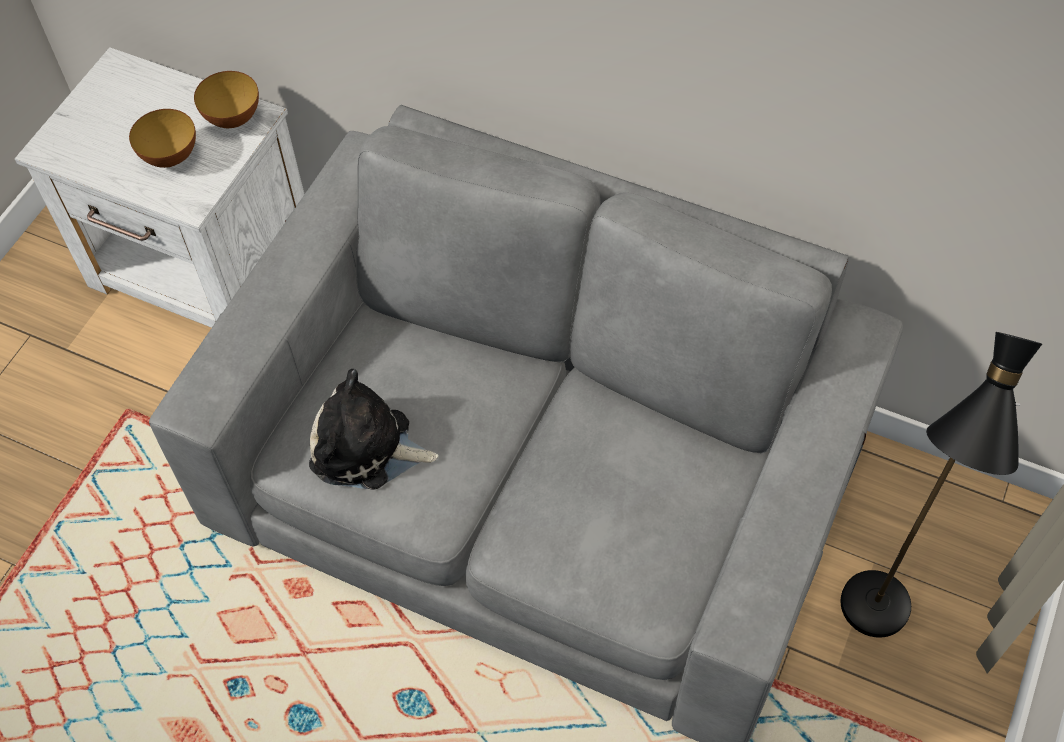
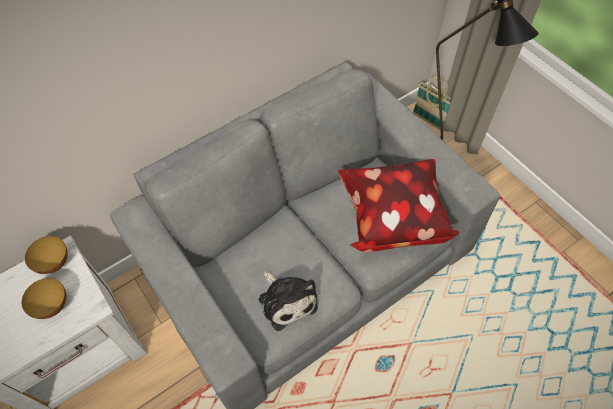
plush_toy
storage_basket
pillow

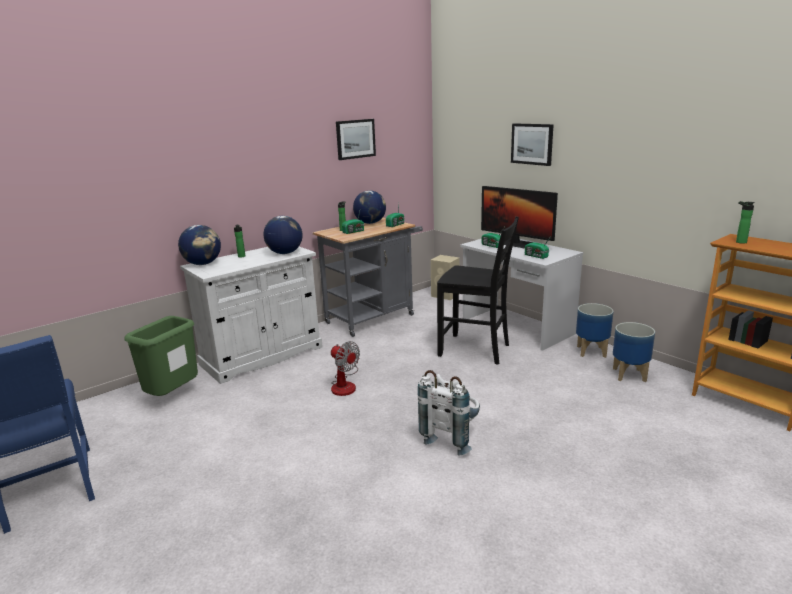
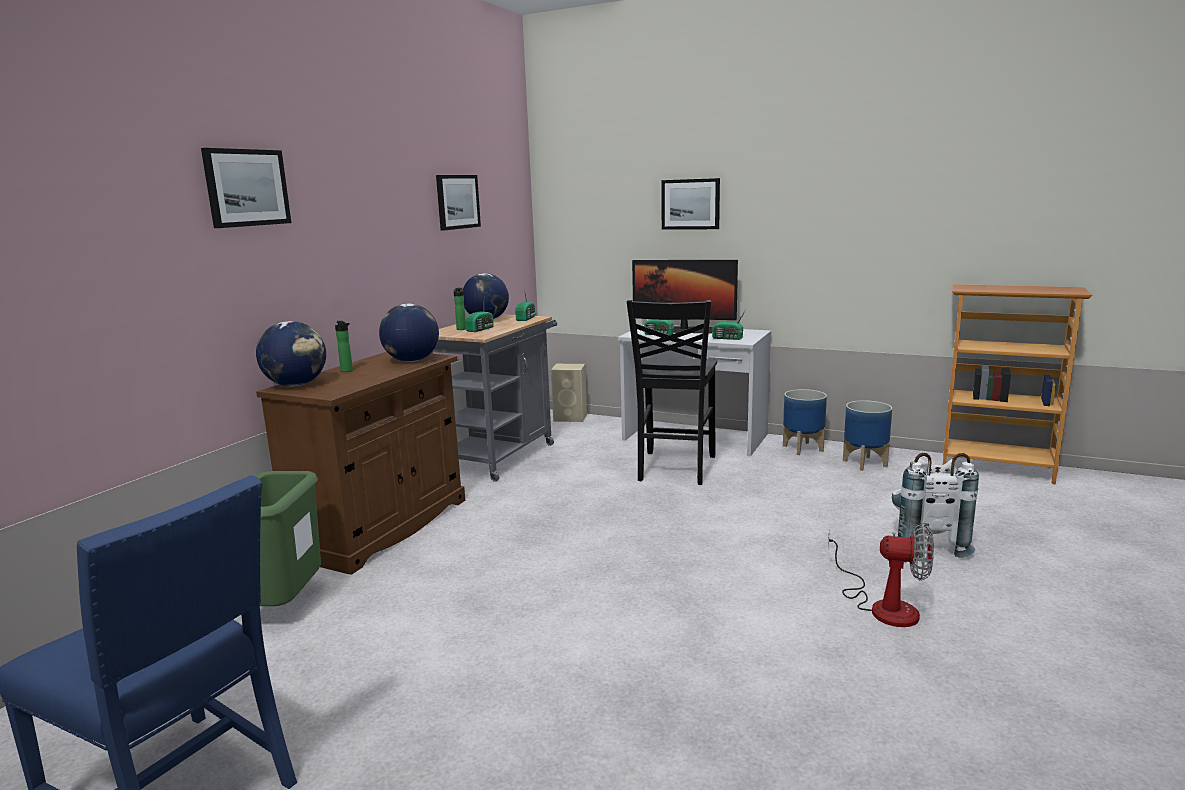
beverage_bottle (no. 3 from left in the first image)
blackish_plain_chair
brown-coloured_storage_cabinet
electric_fan
white-coloured_backpack
wall_art (no. 1 from left)

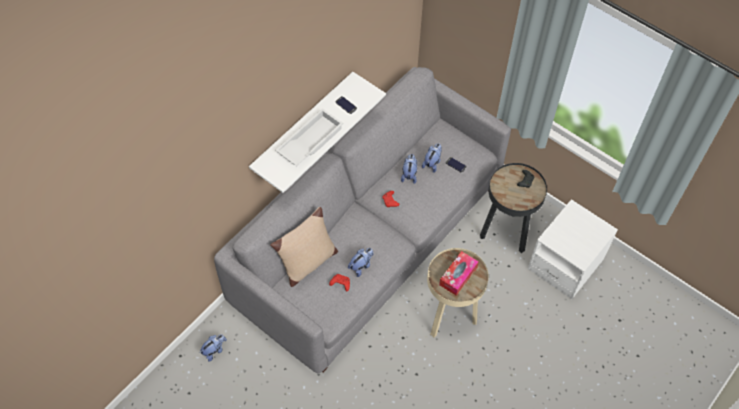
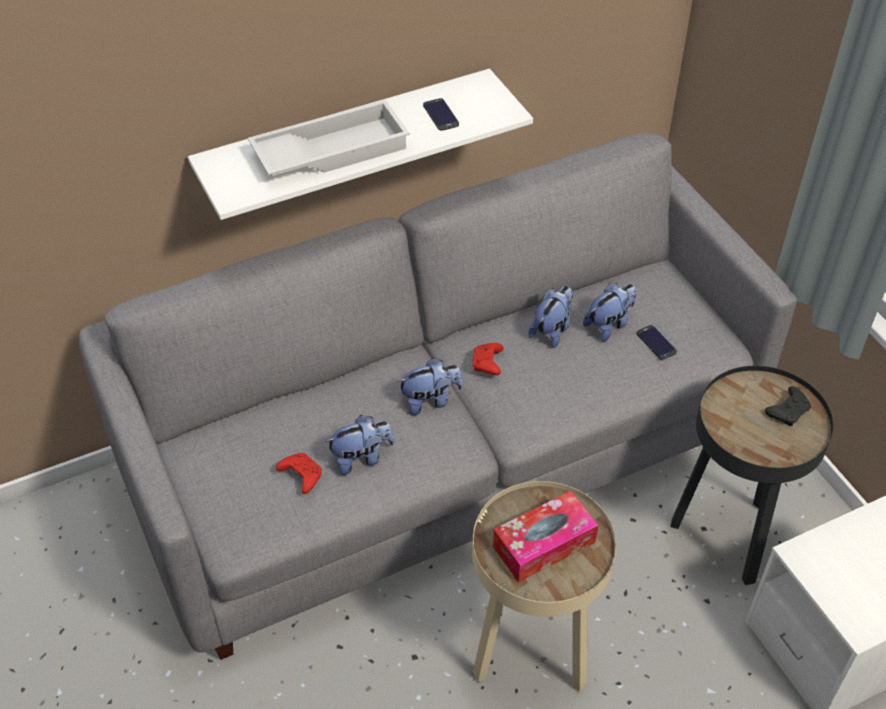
sand-coloured_pillow
plush_toy (no. 2 from left)

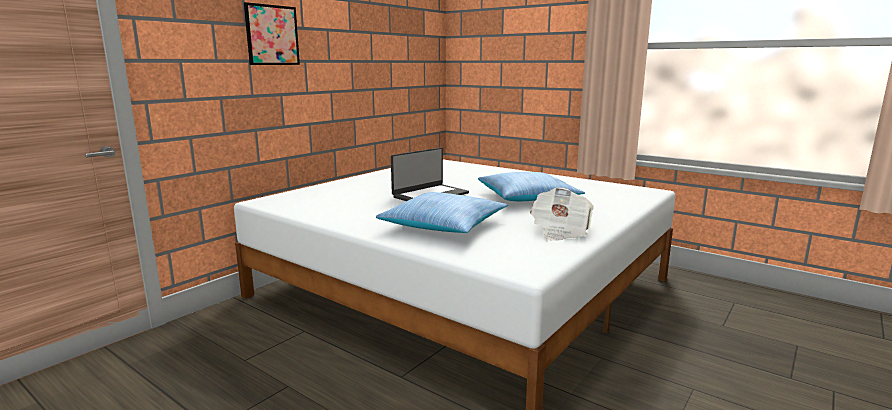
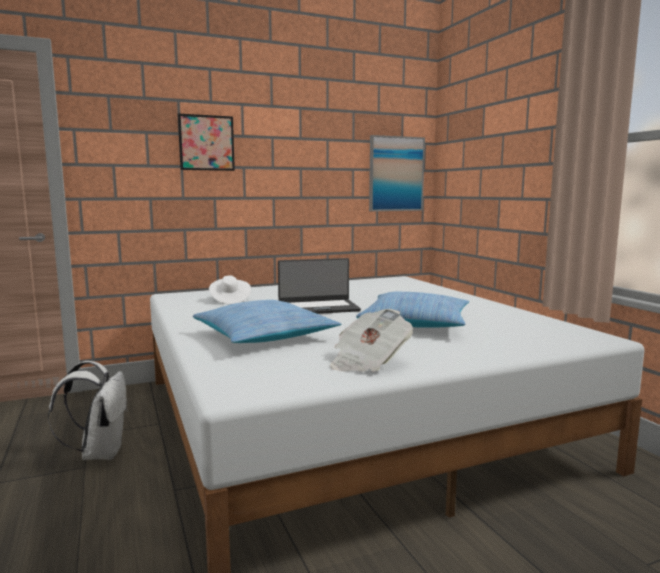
wall_art (no. 2 from left)
white-coloured_wearable_hat
white-coloured_backpack

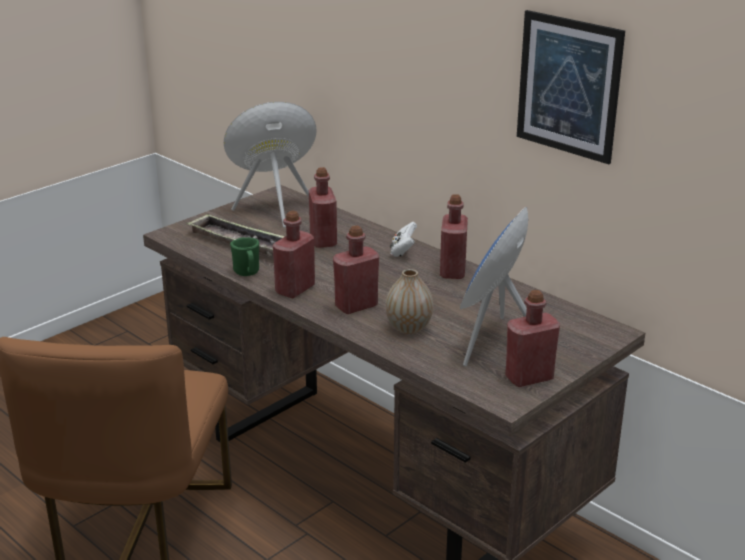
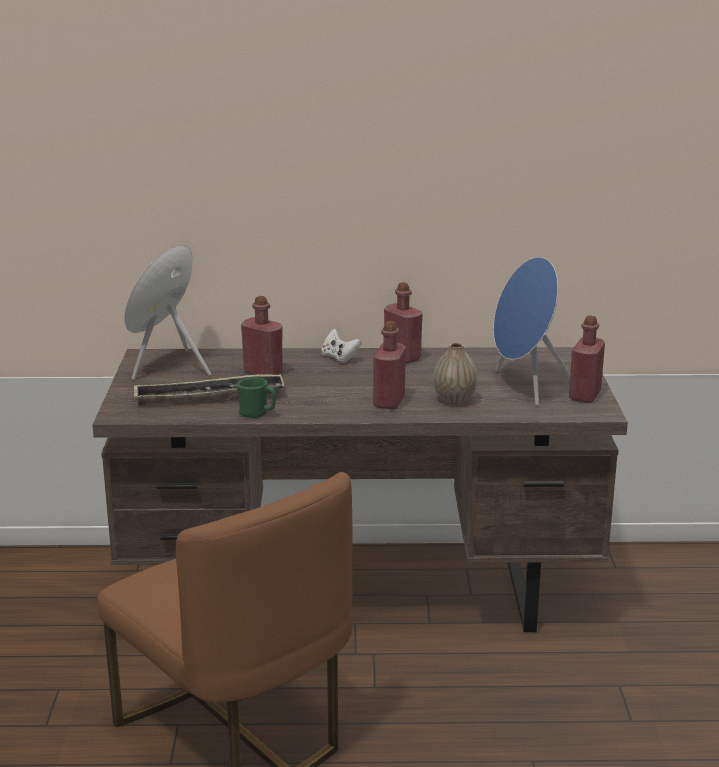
wall_art
red_beverage_bottle (no. 1 from left in the first image)

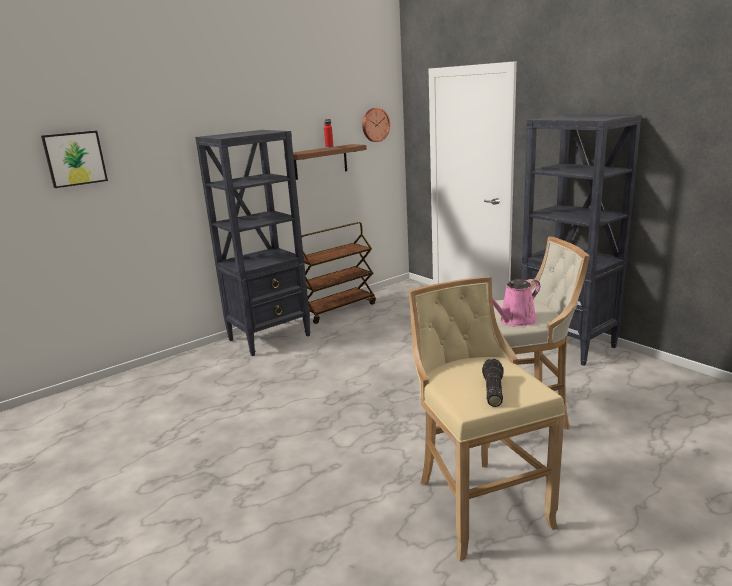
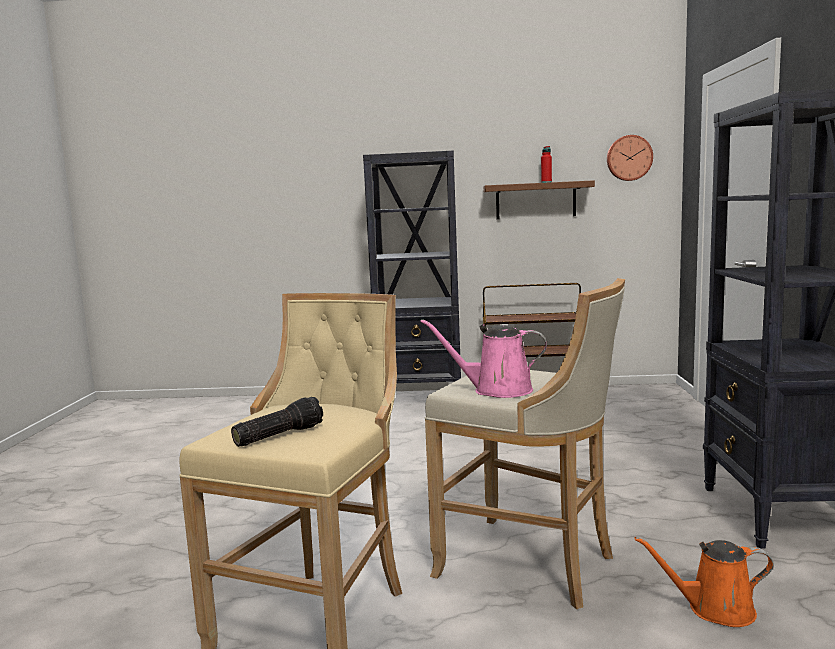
wall_art
orange_sprinkling_can

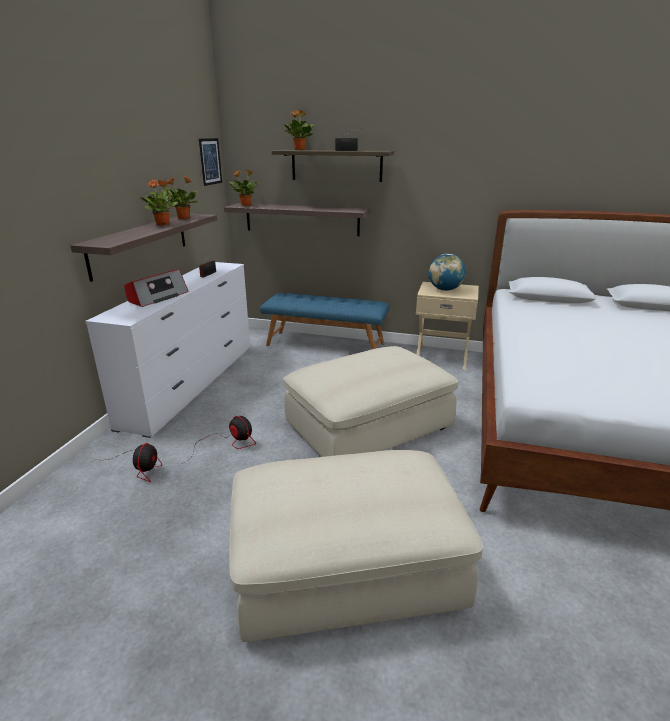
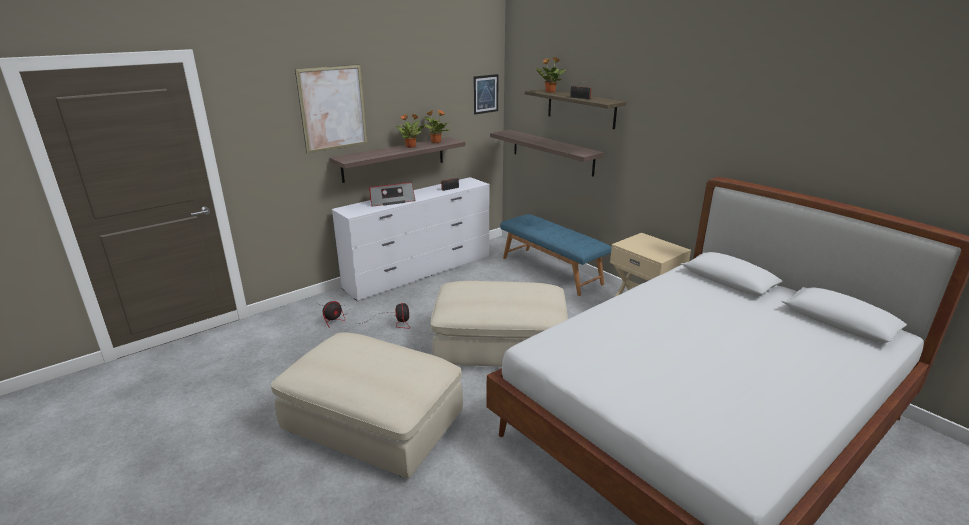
plant_in_a_pot (no. 3 from left in the first image)
world_globe
wall_art (no. 1 from left)

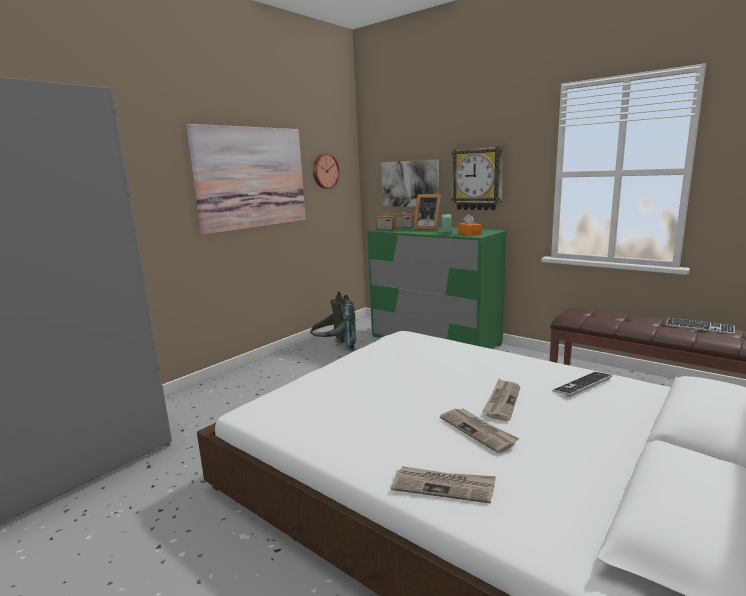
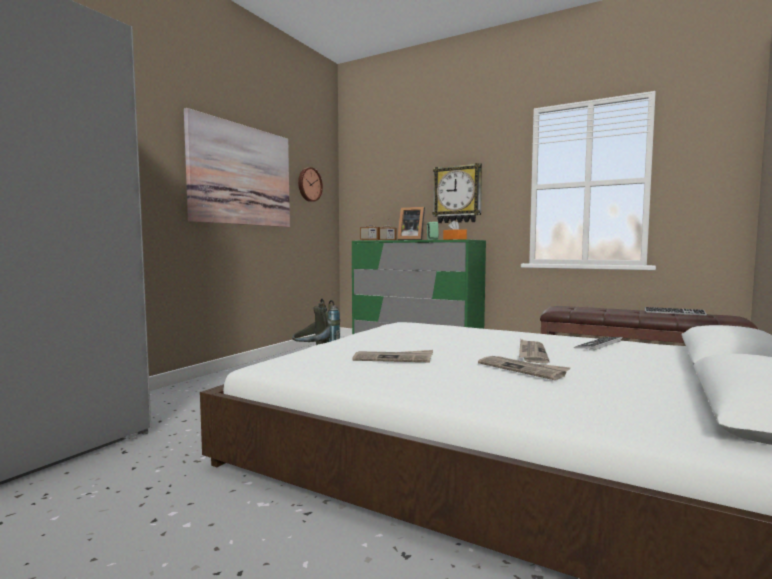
wall_art (no. 2 from left in the first image)
printed_paper (no. 1 from left)

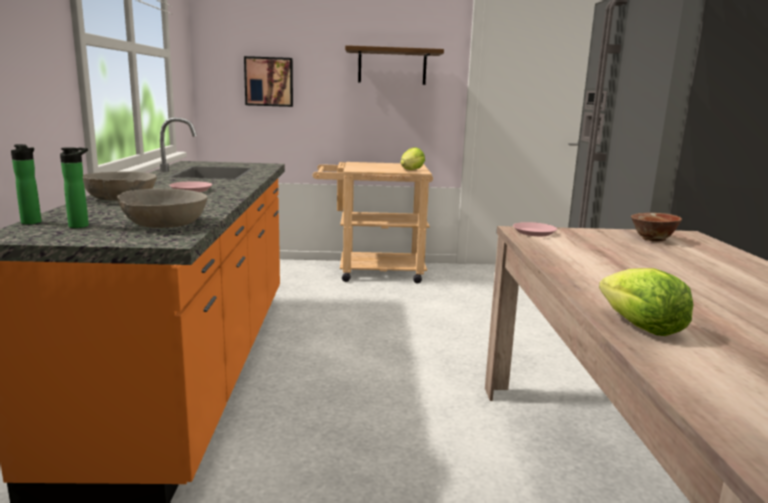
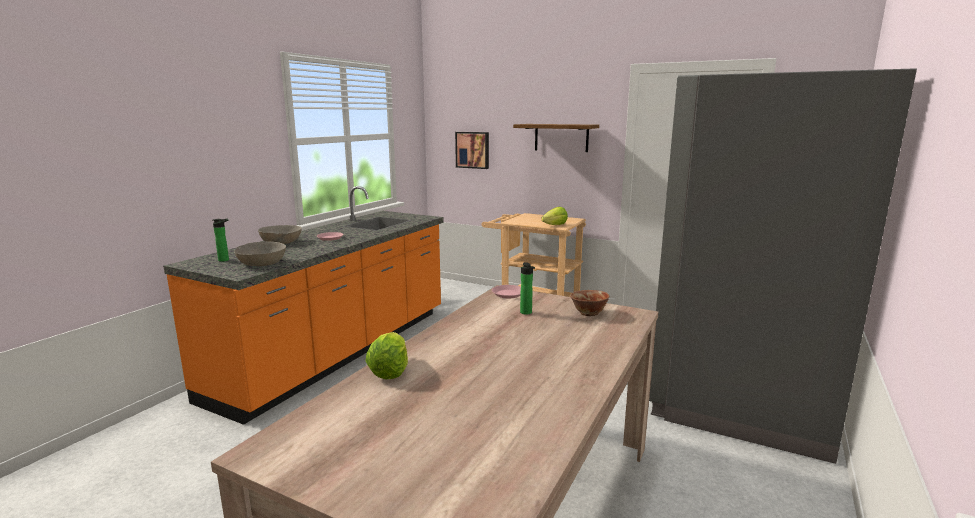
beverage_bottle (no. 2 from left)

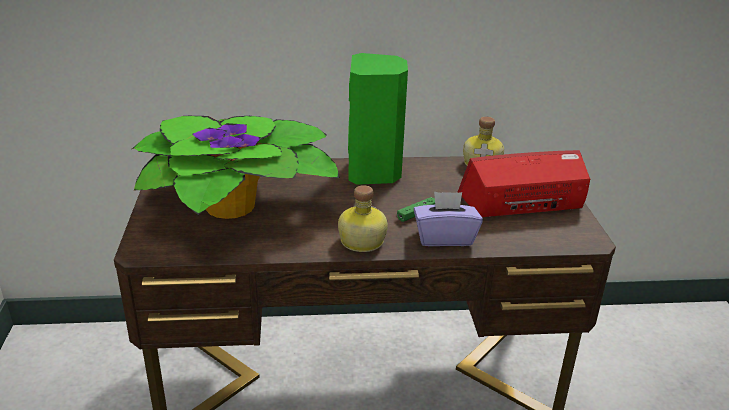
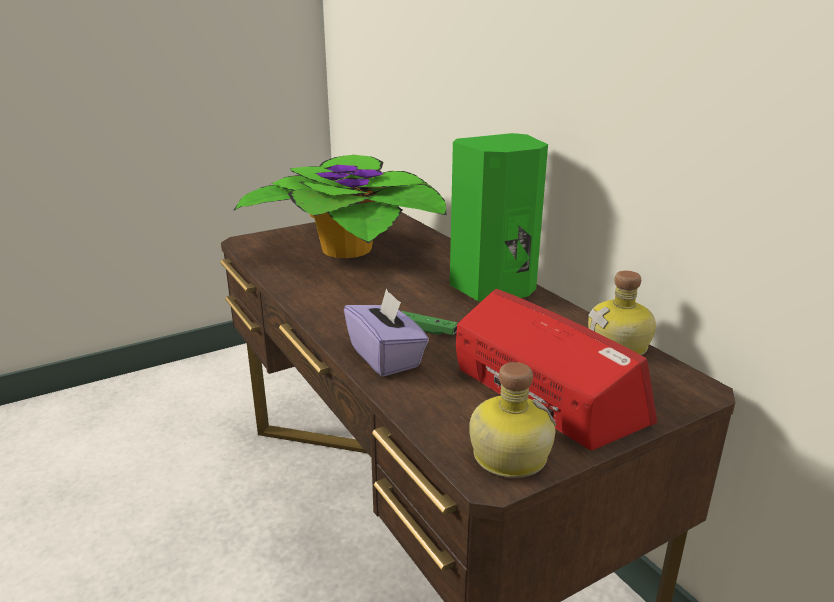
beverage_bottle (no. 1 from left)

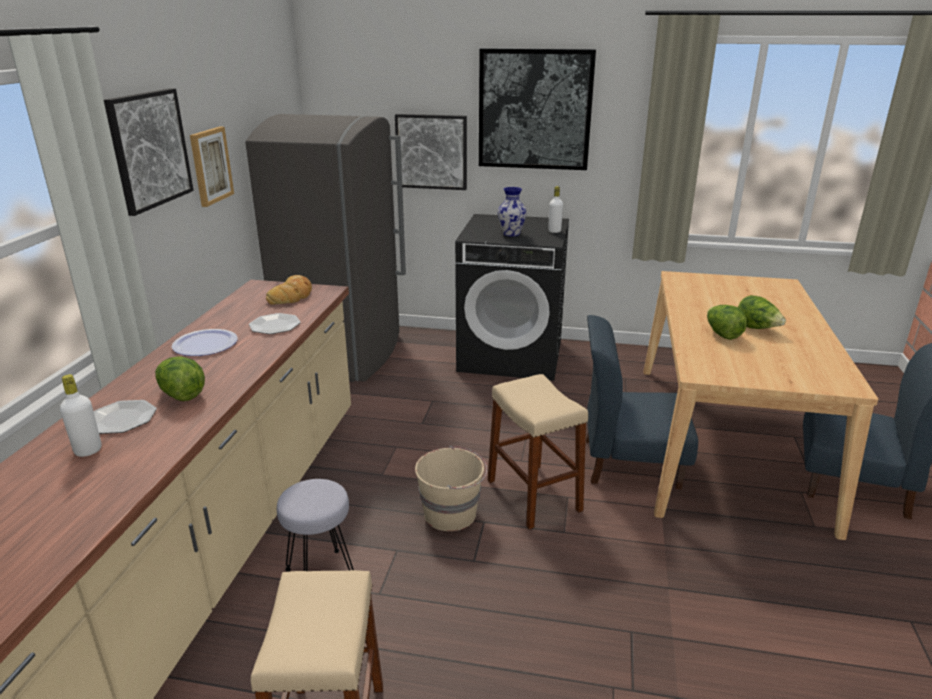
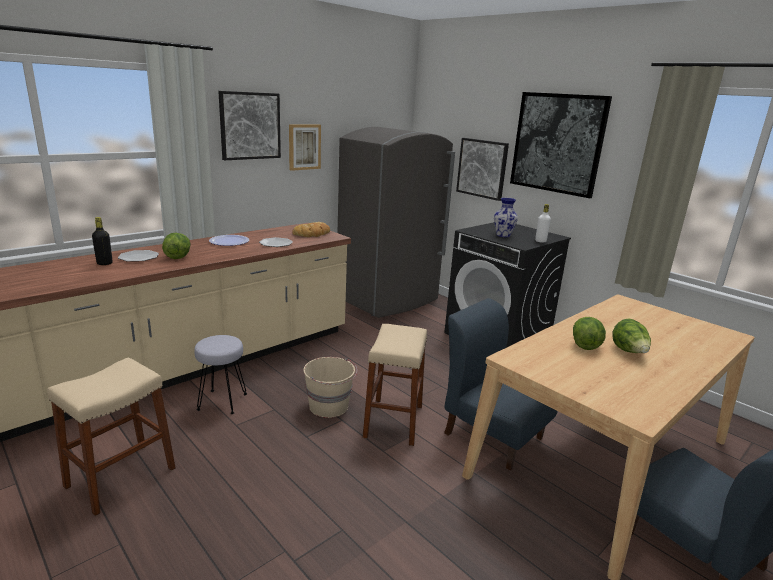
blackish_beverage_bottle

